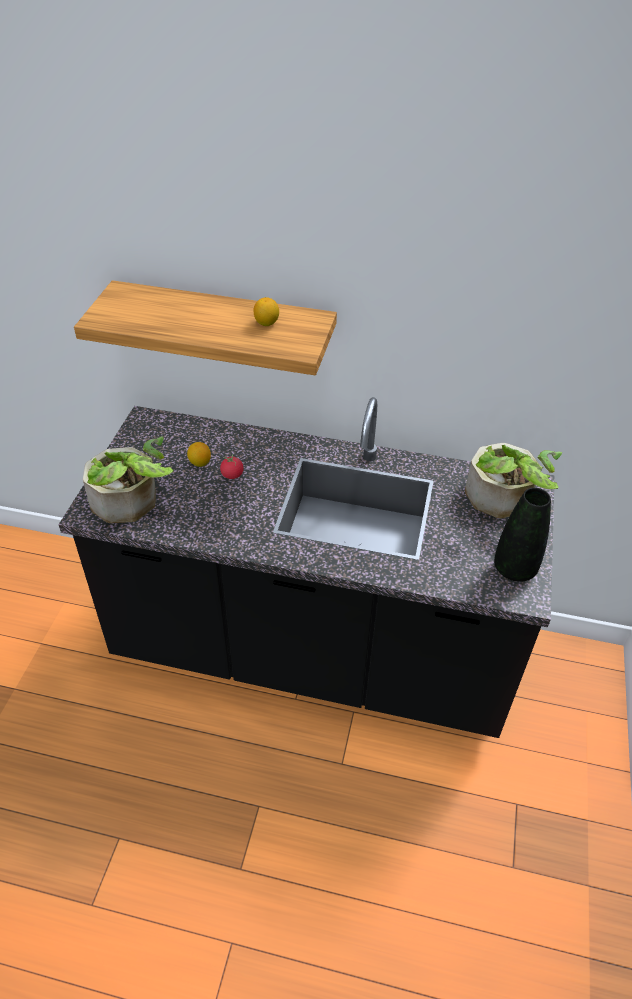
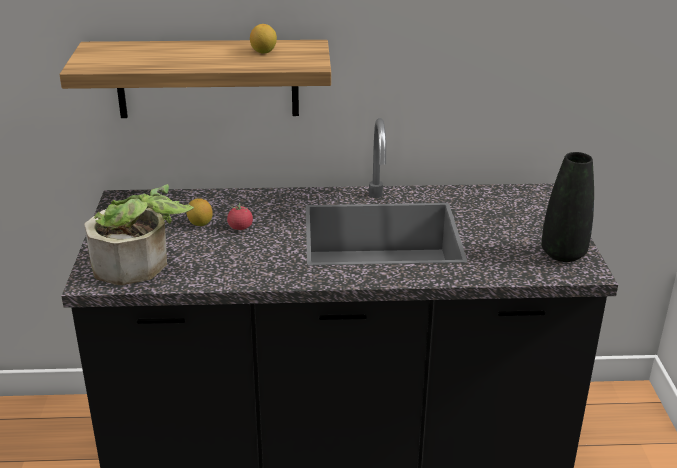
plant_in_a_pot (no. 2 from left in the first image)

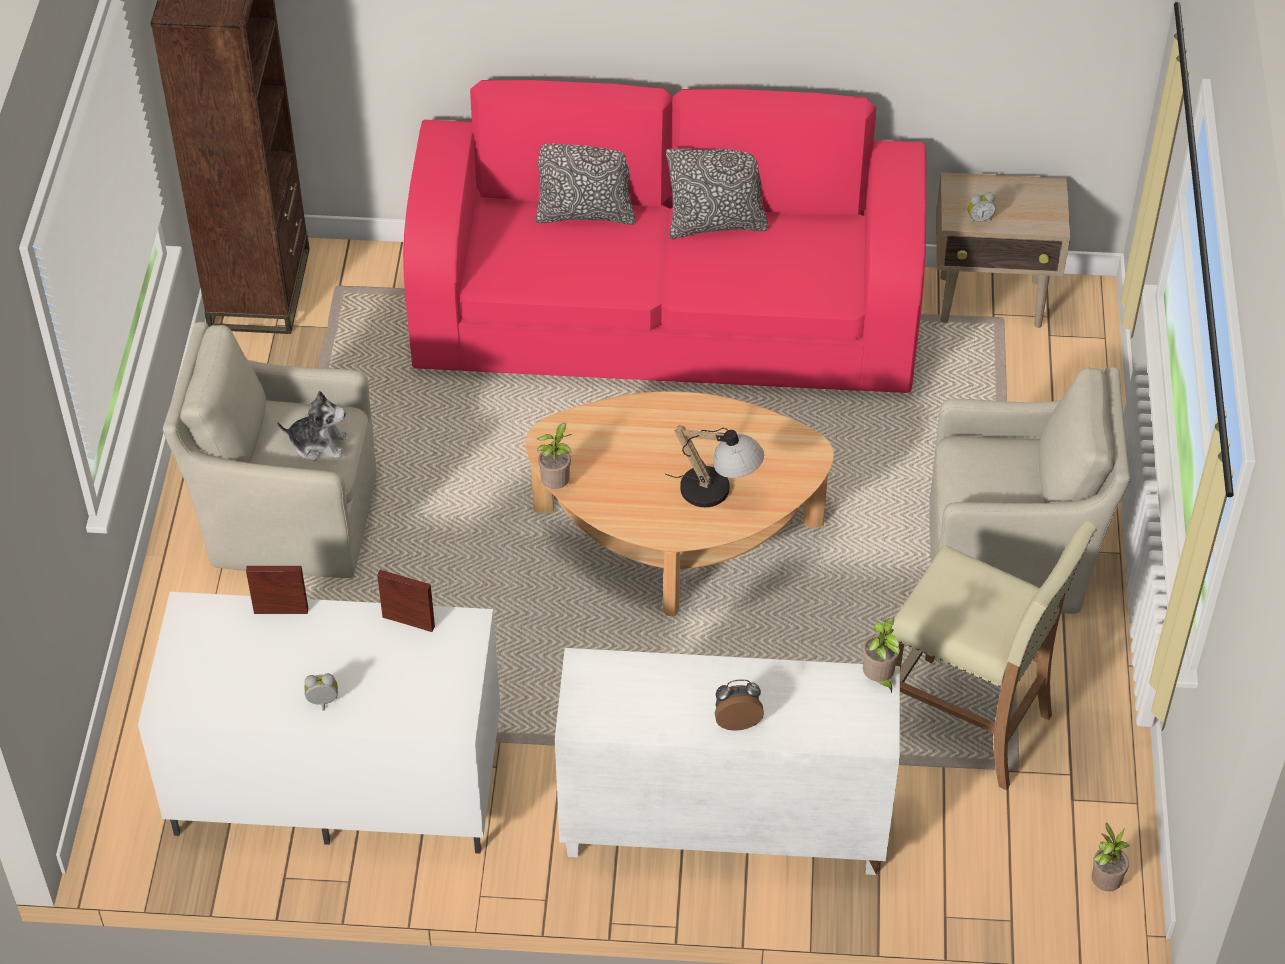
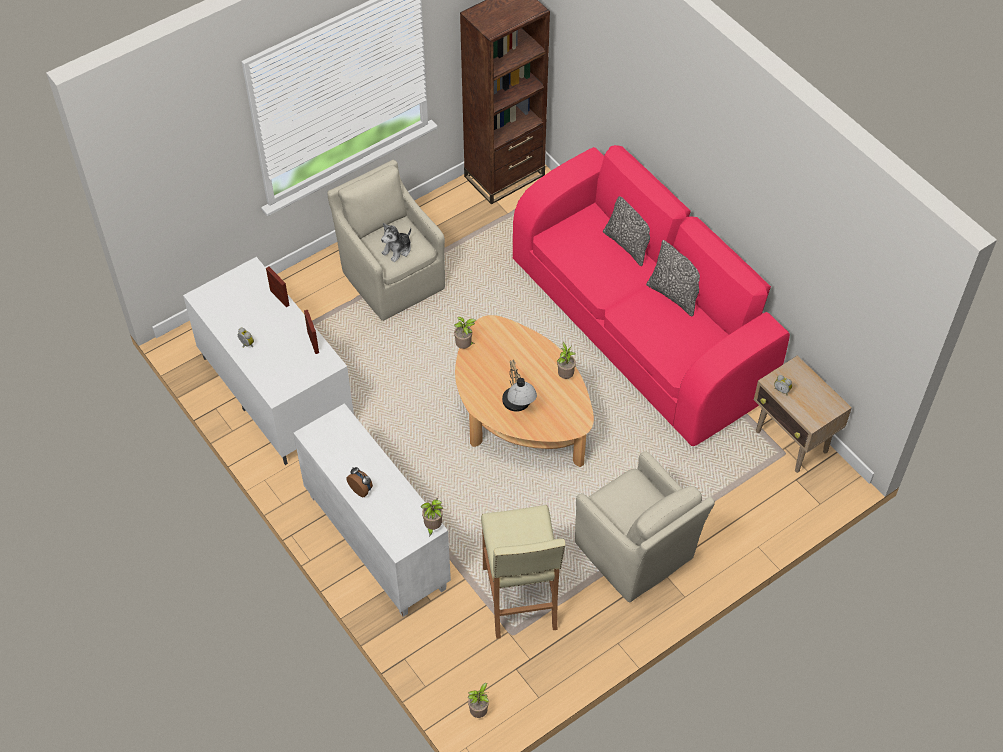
plush_toy
plant_in_a_pot (no. 4 from left)

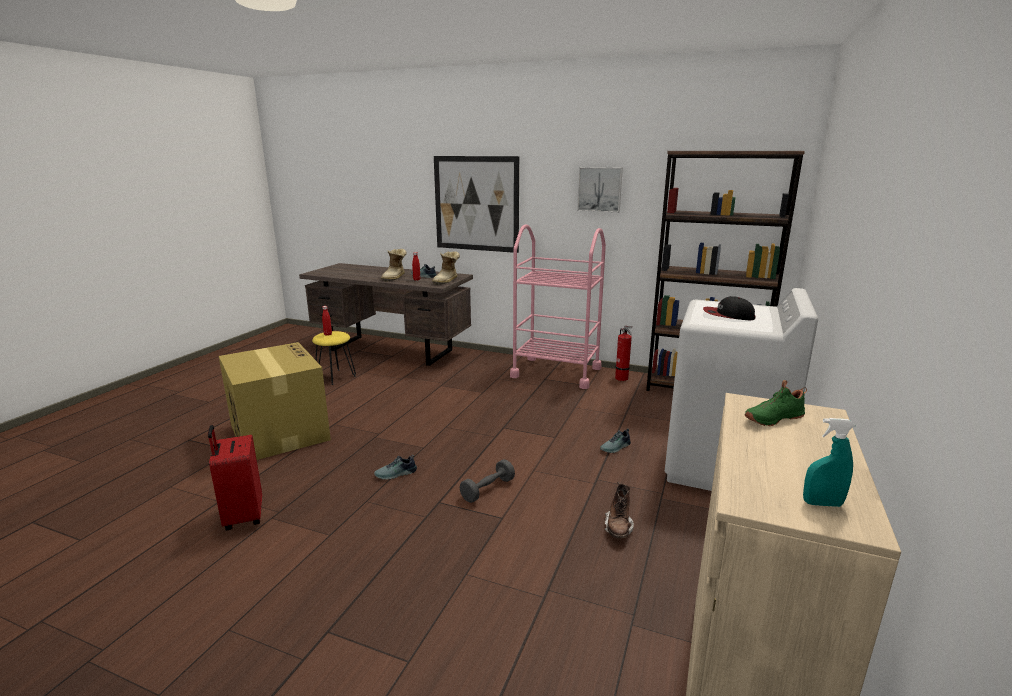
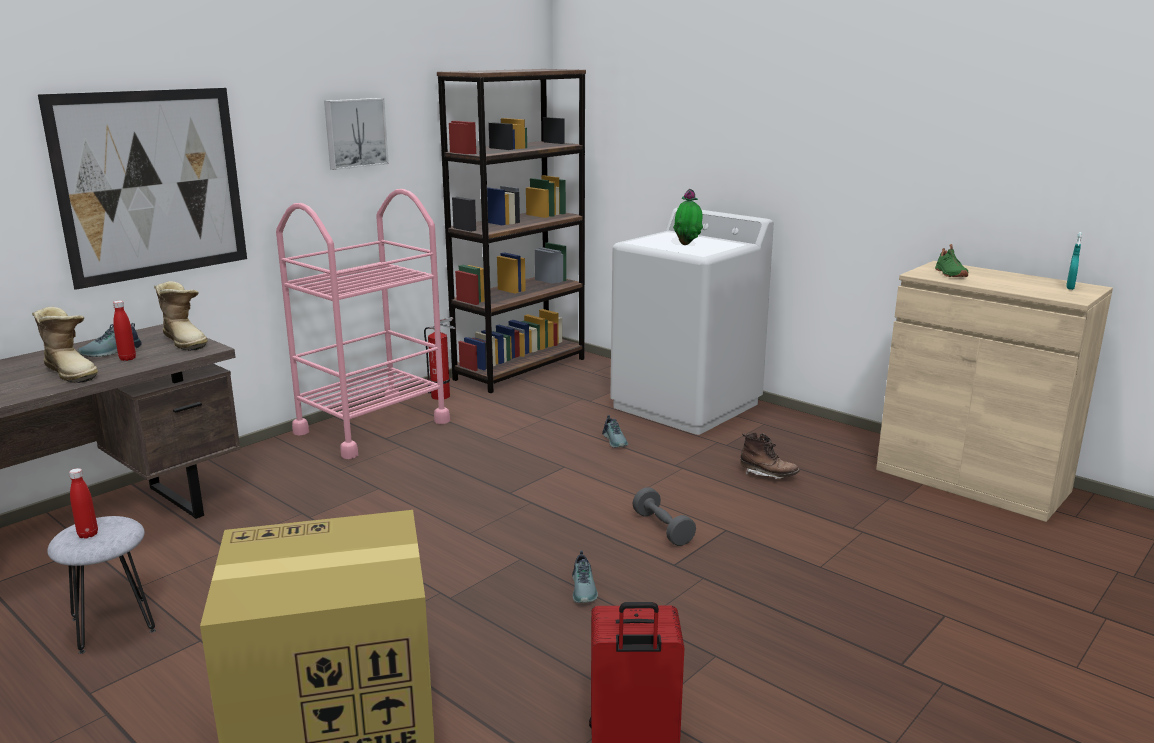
plant_in_a_pot
greyish_stool

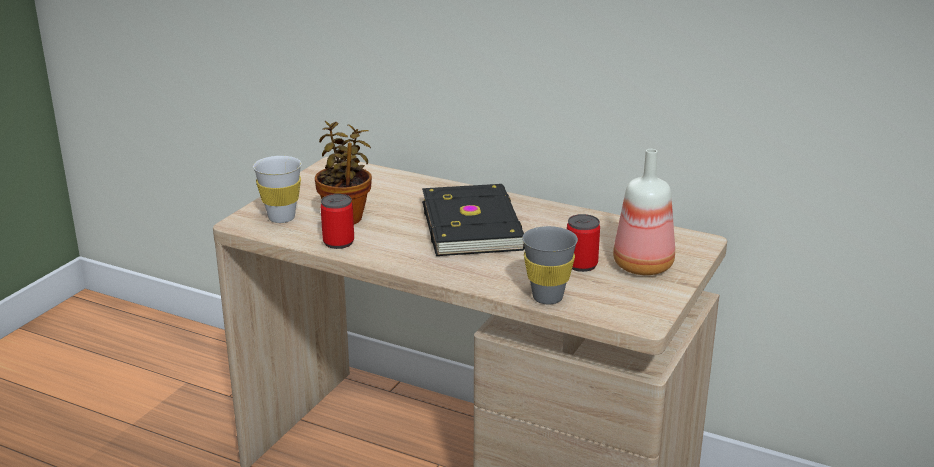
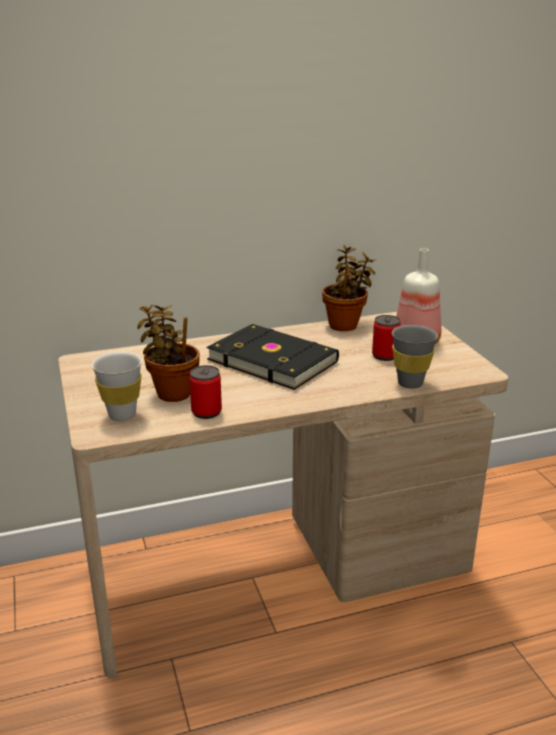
plant_in_a_pot (no. 2 from left)

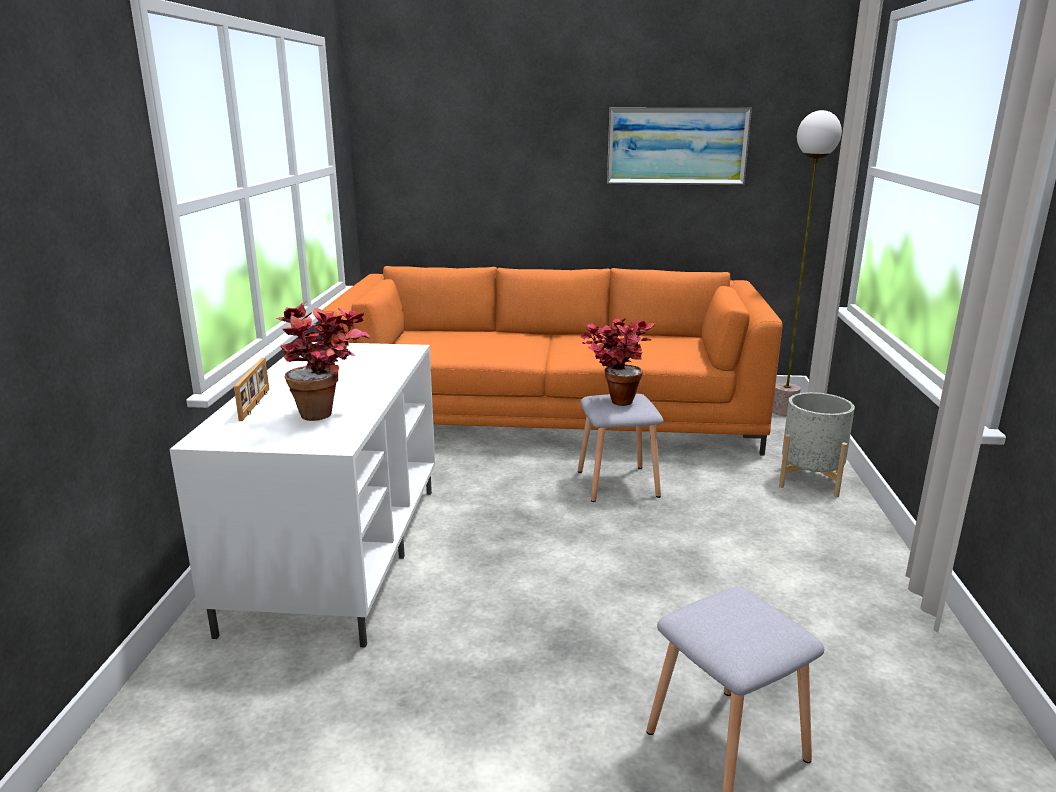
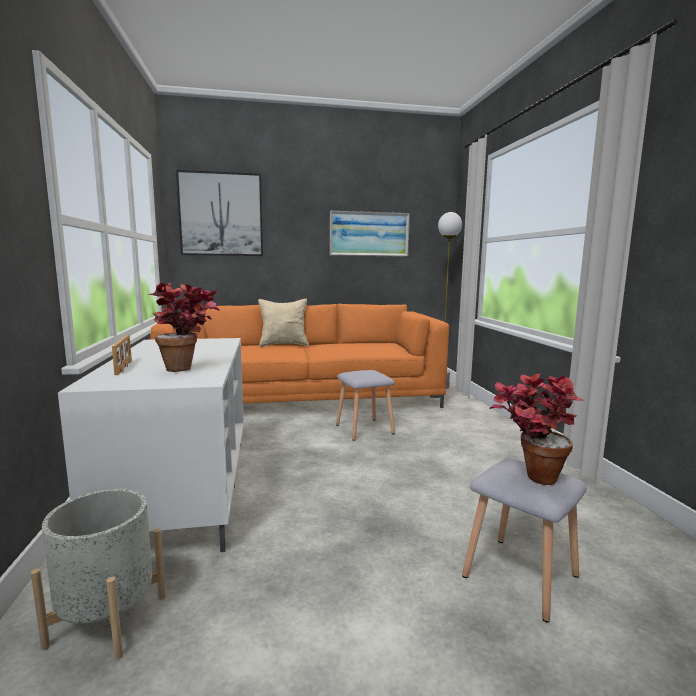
plant_in_a_pot (no. 2 from left)
greyish_plant_pot
wall_art (no. 1 from left)
sand-coloured_pillow

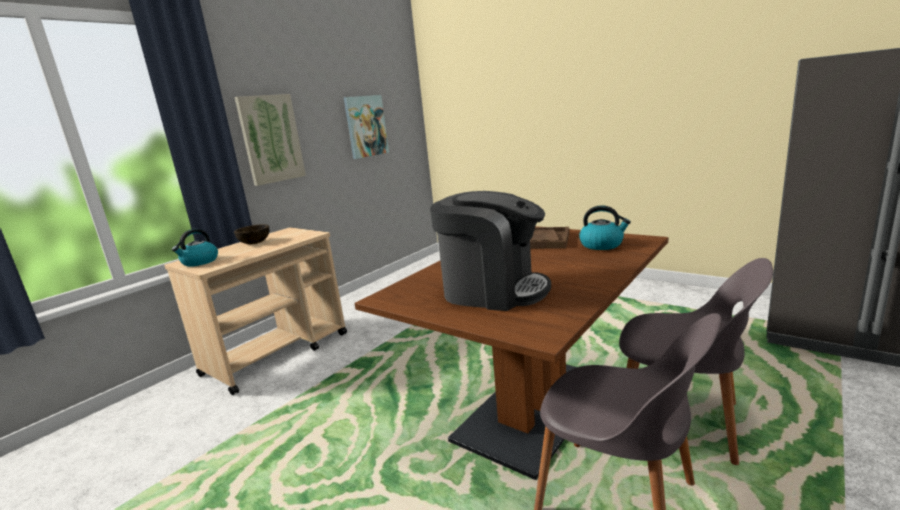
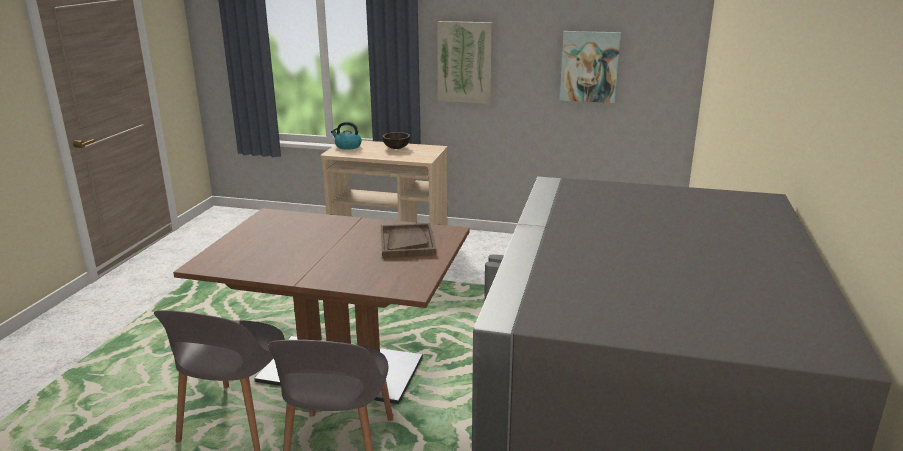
coffee_brewer
kettle (no. 2 from left in the first image)

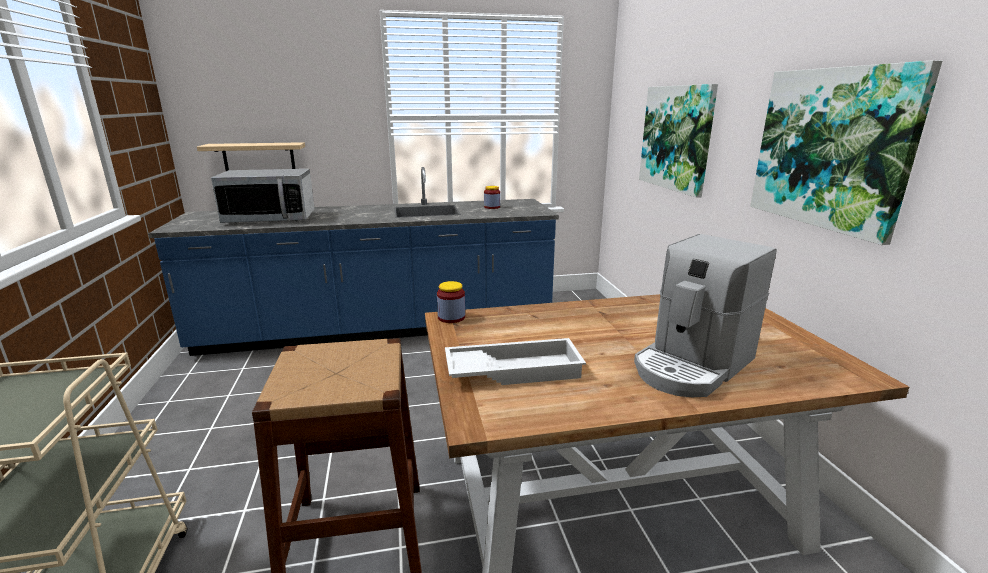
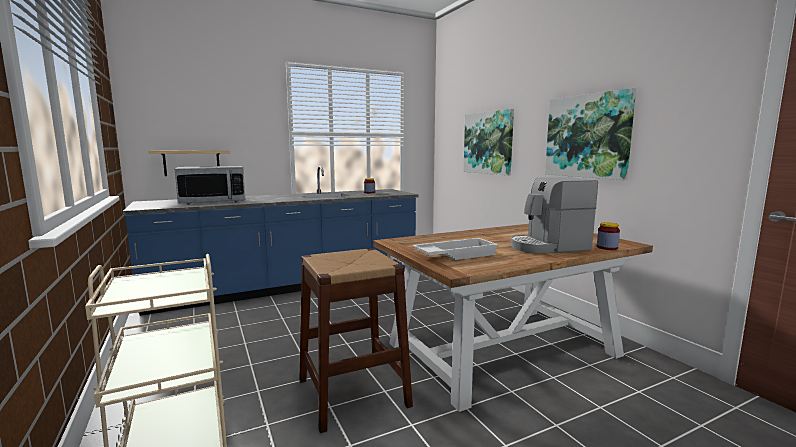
coffee_brewer
preserve_jar (no. 2 from left)

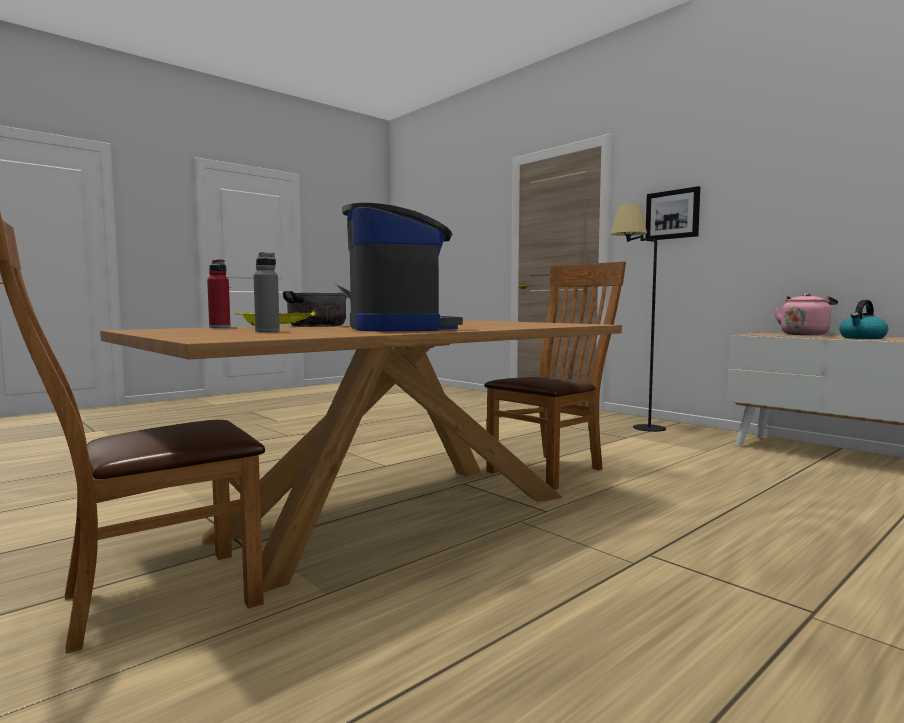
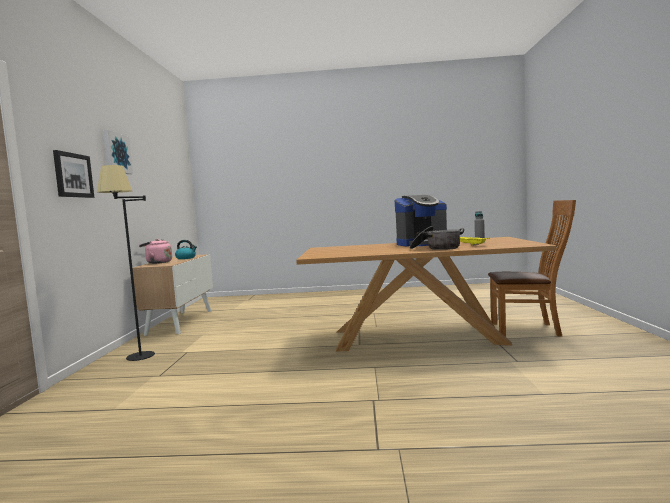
coffee_brewer
red_beverage_bottle
brown-coloured_plain_chair (no. 2 from left in the first image)
wall_art (no. 2 from left)

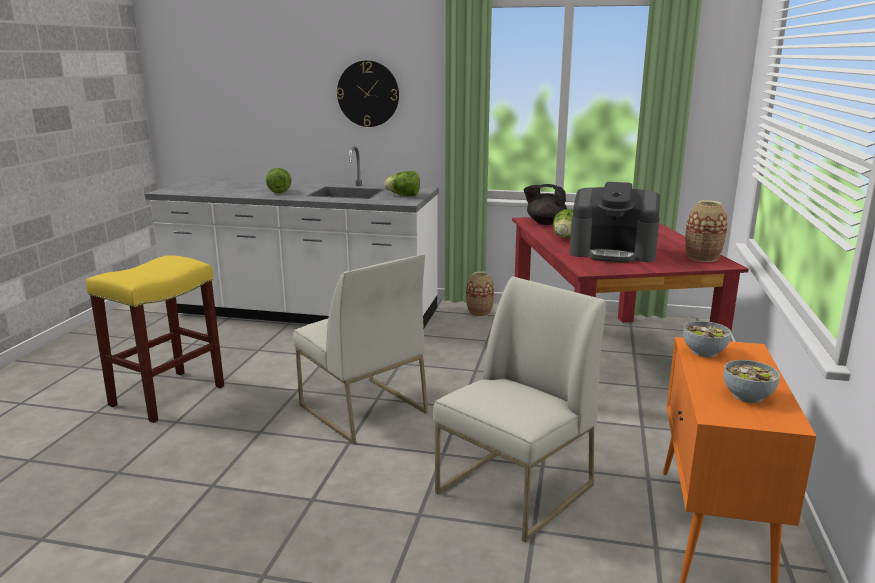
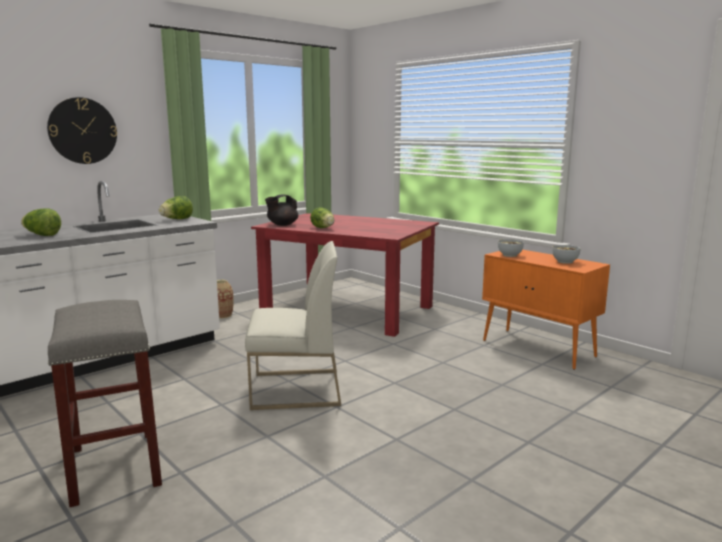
coffee_brewer
decorative_vase (no. 2 from left in the first image)
greyish_stool
white-coloured_plain_chair (no. 2 from left in the first image)

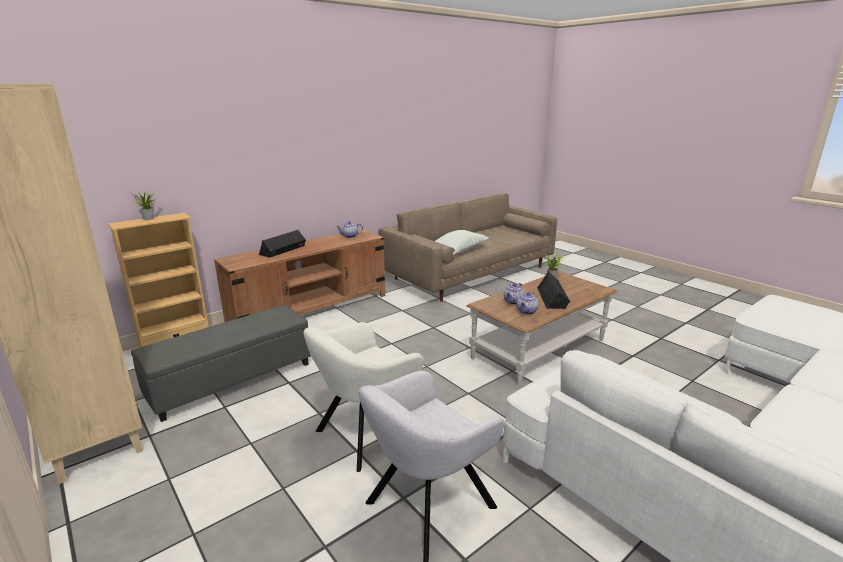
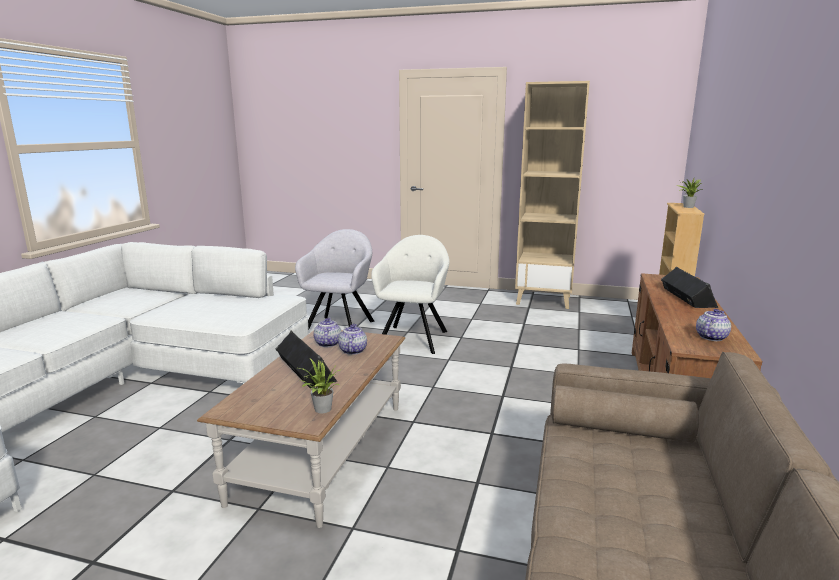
pillow
greyish_footrest

